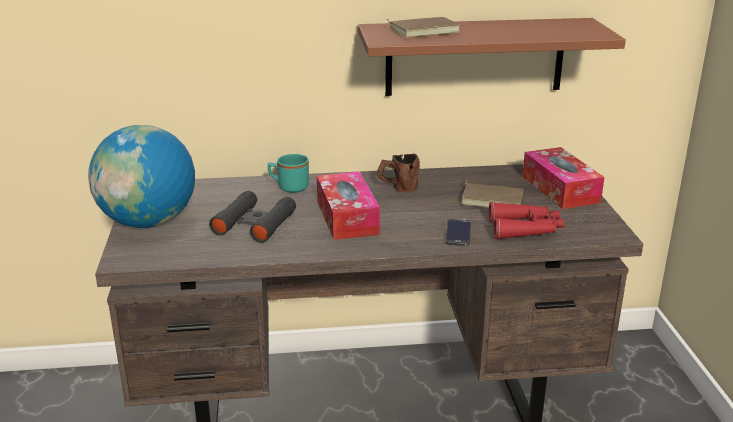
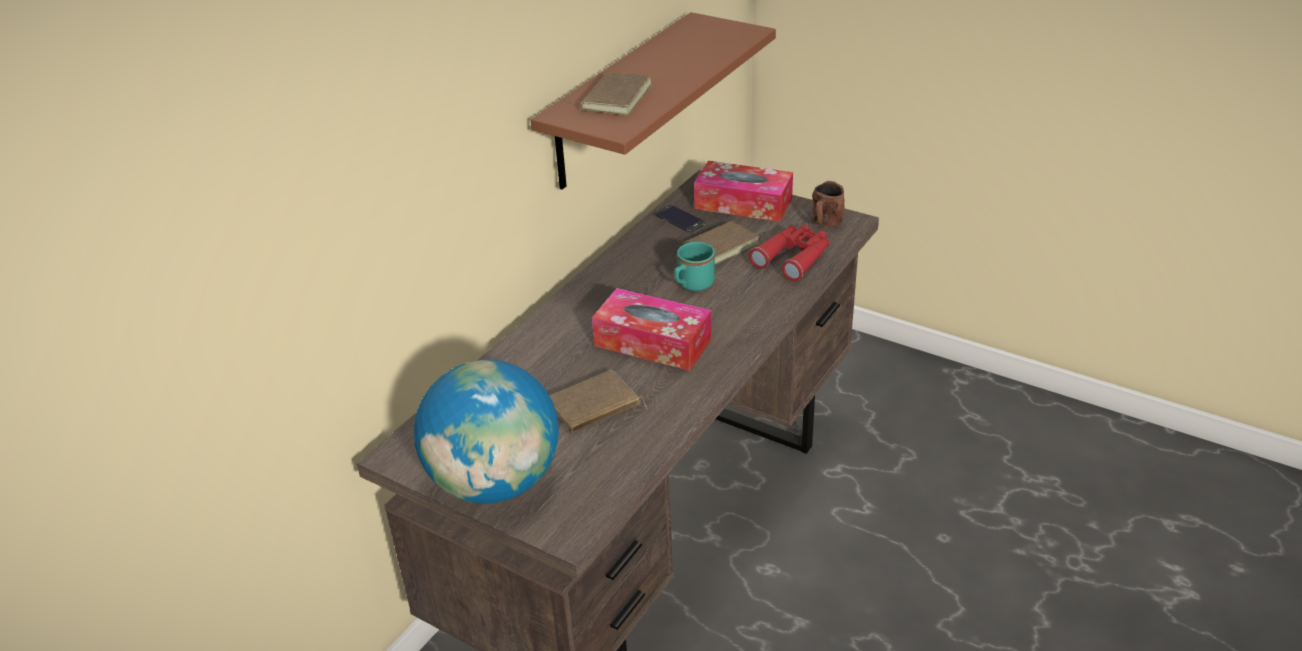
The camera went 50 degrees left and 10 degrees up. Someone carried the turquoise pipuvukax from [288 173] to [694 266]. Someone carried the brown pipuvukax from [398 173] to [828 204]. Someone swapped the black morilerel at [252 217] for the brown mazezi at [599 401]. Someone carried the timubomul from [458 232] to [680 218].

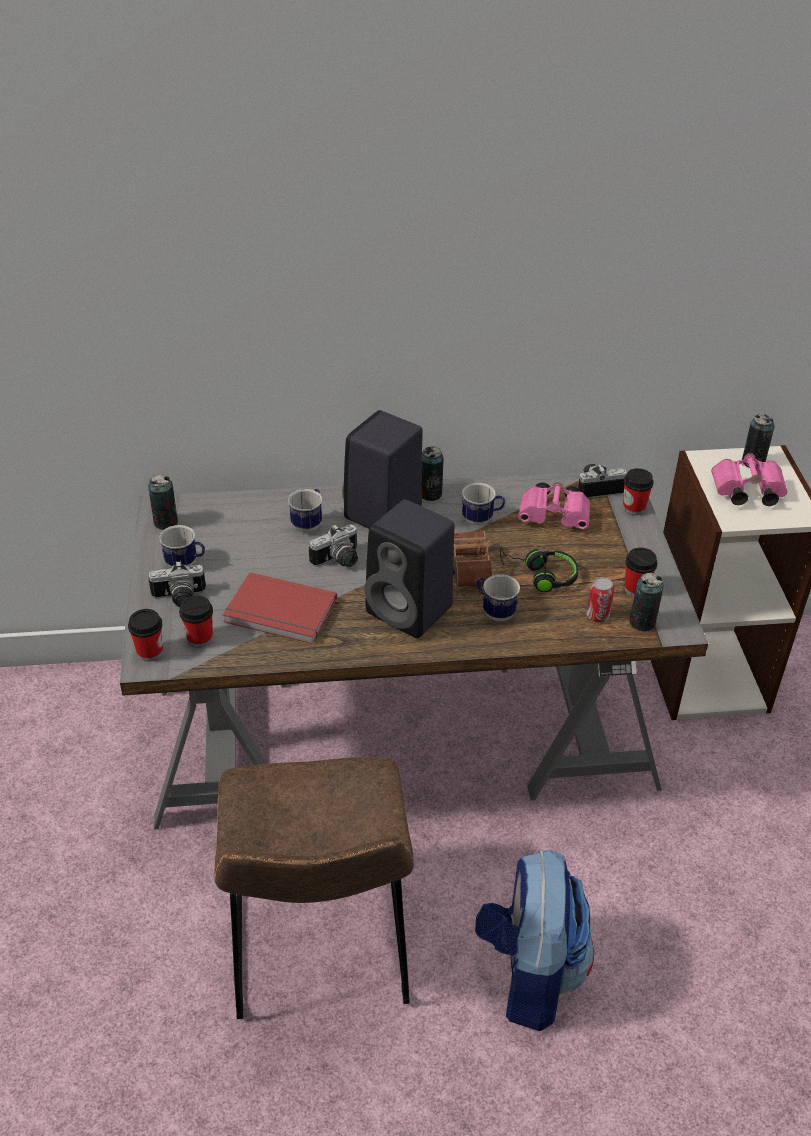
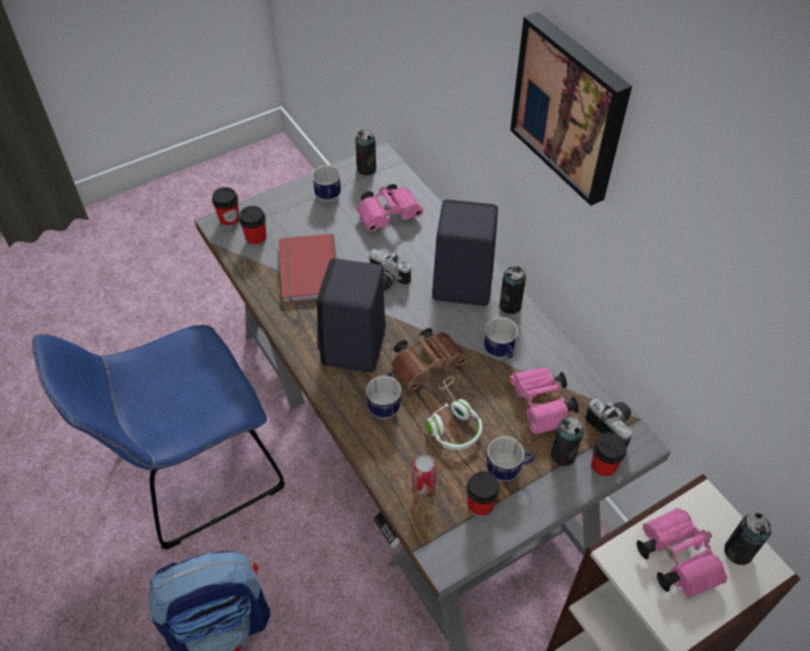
The camera went 65 degrees right and 10 degrees up. Someone carried the pipuvukax from [305 510] to [511 459]. Someone repainted the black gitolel at [539 570], which became the white gitolel at [454 413]. Someone took away the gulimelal at [177 584]. Someone carried the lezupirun from [647 602] to [567 441]. Someone repainted the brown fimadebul at [314 888], which became the blue fimadebul at [158 437]. Someone put up the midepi at [571 109]. Someone put down the pink morilerel at [390 208].

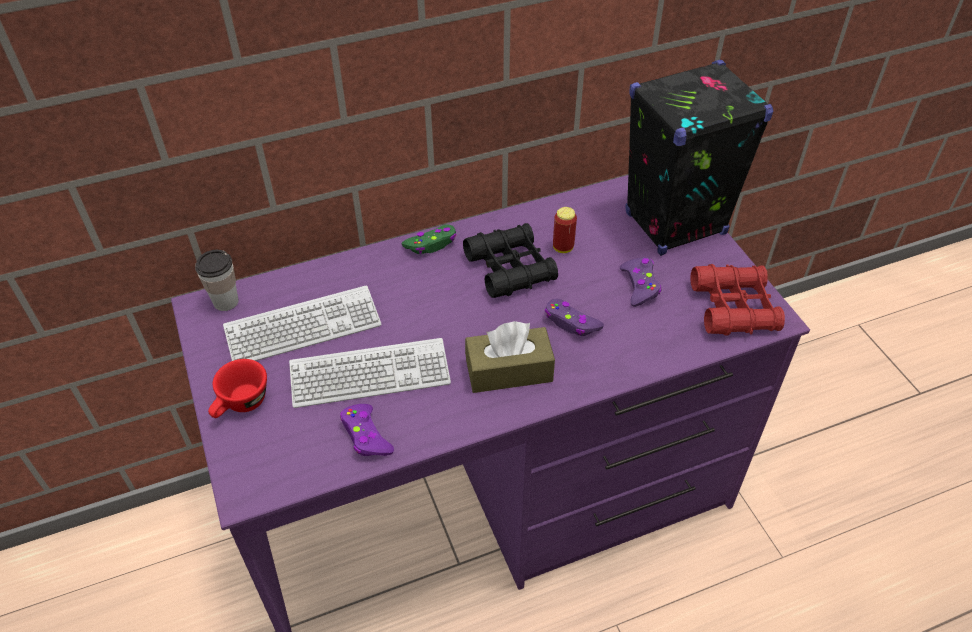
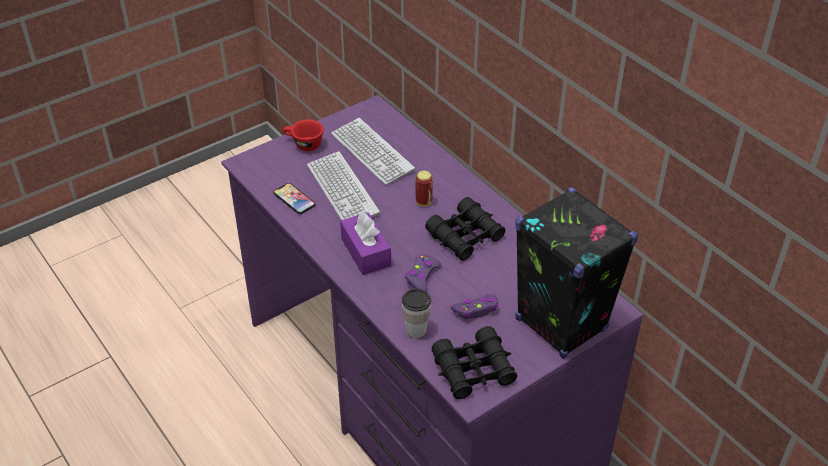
The camera went 75 degrees right and 5 degrees down. Someone carried the lezupirun from [565 230] to [424 188]. Someone took away the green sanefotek at [429 239]. Someone carried the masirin from [217 280] to [416 313]. Someone repainted the red morilerel at [737 300], which became the black morilerel at [474 362]. Someone repainted the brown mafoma at [510 357], which became the purple mafoma at [365 243]. Someone swapped the purple sanefotek at [367 430] for the timubomul at [294 198].

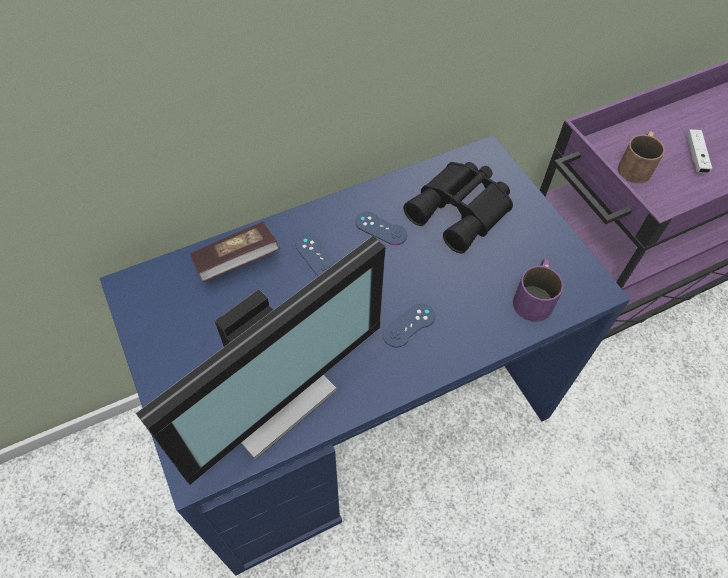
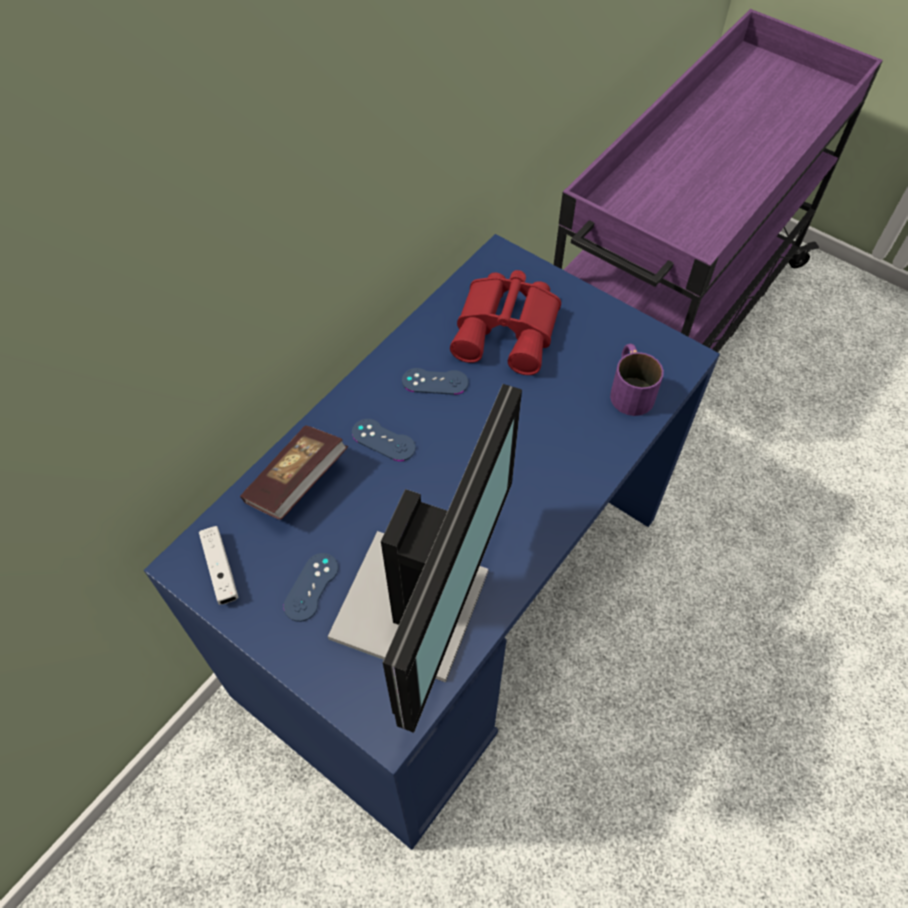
The camera went 25 degrees left and 0 degrees up. Someone carried the white sanefotek from [699 151] to [219 565]. Someone took away the brown pipuvukax at [641 157]. Someone repainted the black morilerel at [458 208], which became the red morilerel at [505 322]. Someone carried the blue sanefotek from [408 325] to [310 587].

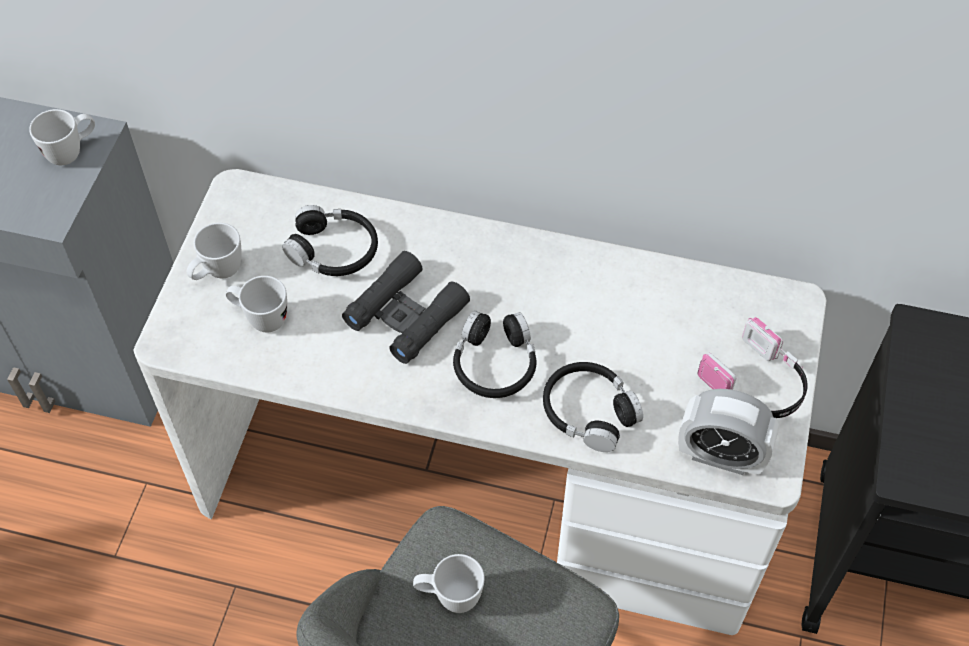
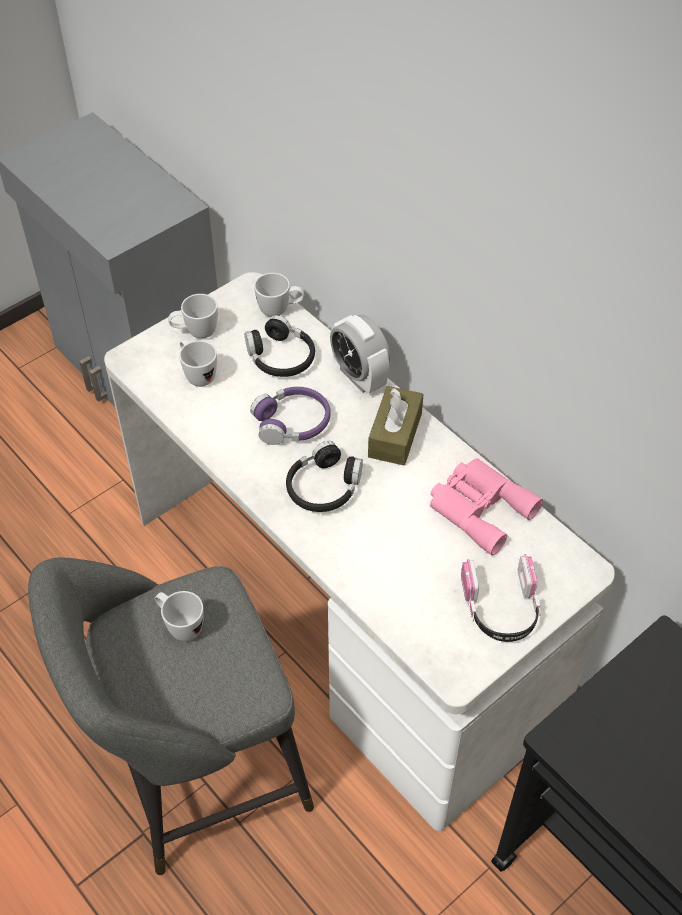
The camera went 35 degrees right and 5 degrees down. Someone carried the white pipuvukax from [62 137] to [279 295]. Someone swapped the black morilerel at [406 307] for the purple gitolel at [290 416]. Someone took away the black gitolel at [593 407]. Someone carried the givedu from [728 432] to [360 354]. Someone put down the brown mafoma at [395 425]. Someone put down the pink morilerel at [486 507].

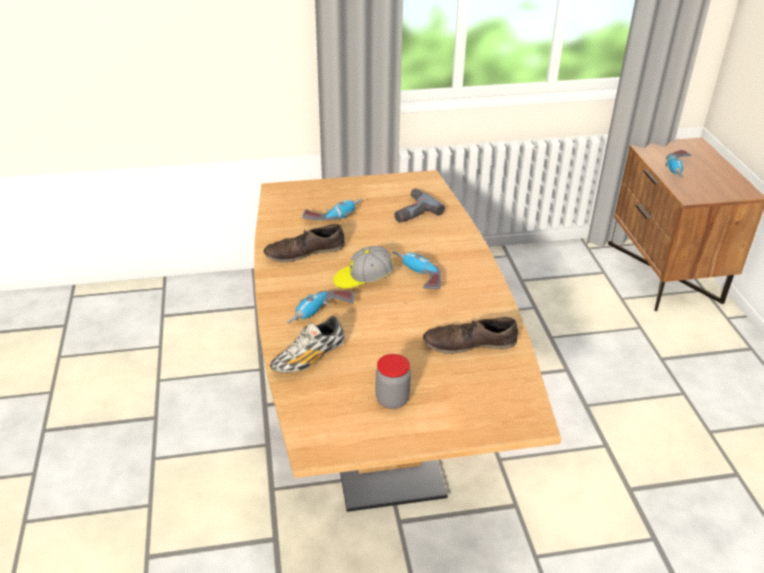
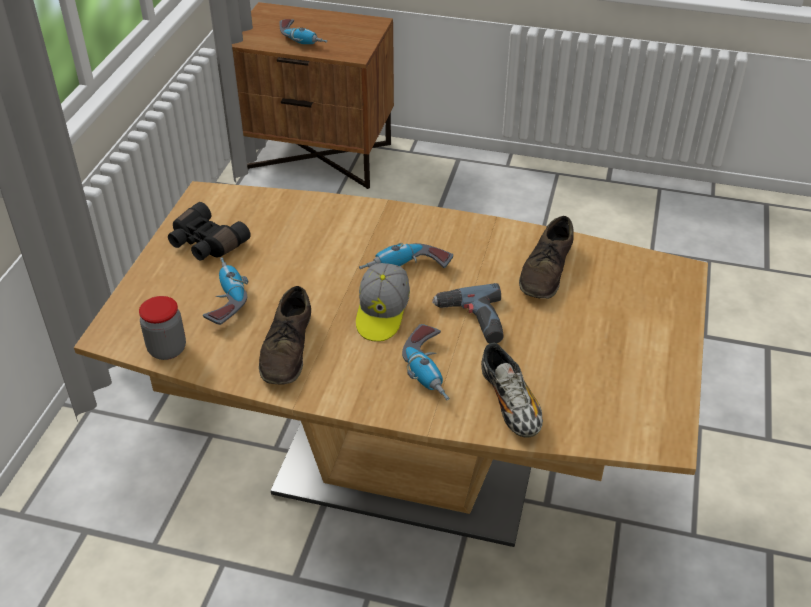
The camera went 65 degrees left and 5 degrees up. Someone carried the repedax from [419 205] to [468 313]. Someone carried the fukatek from [393 381] to [162 328]. Someone put down the black morilerel at [209 231].

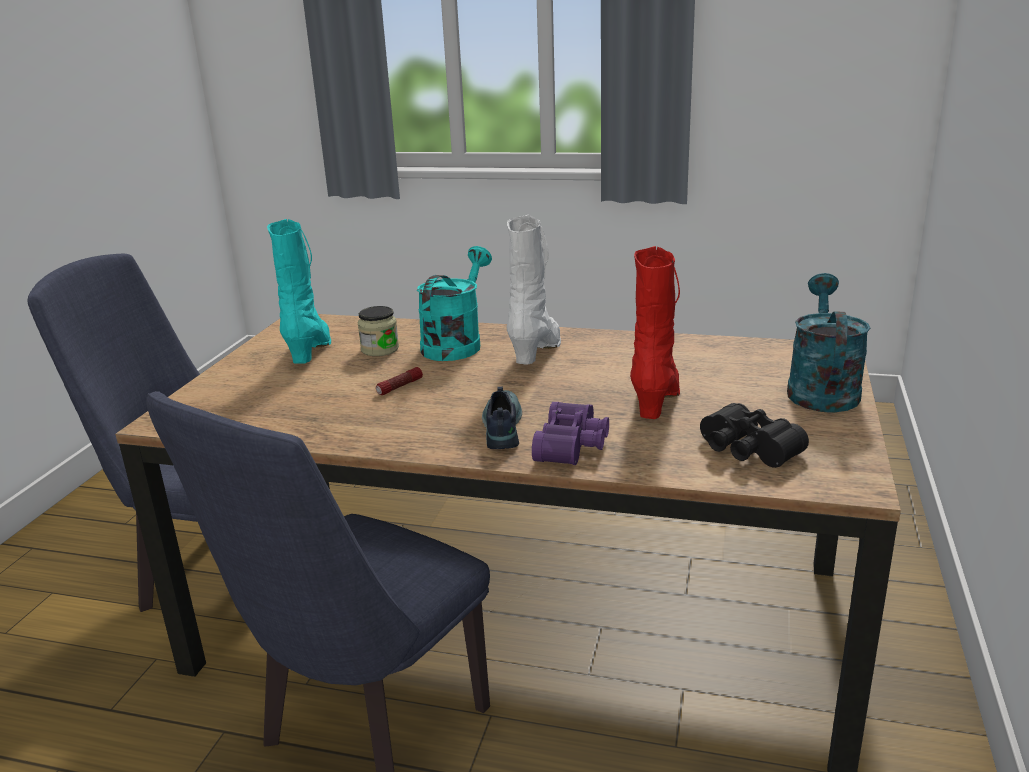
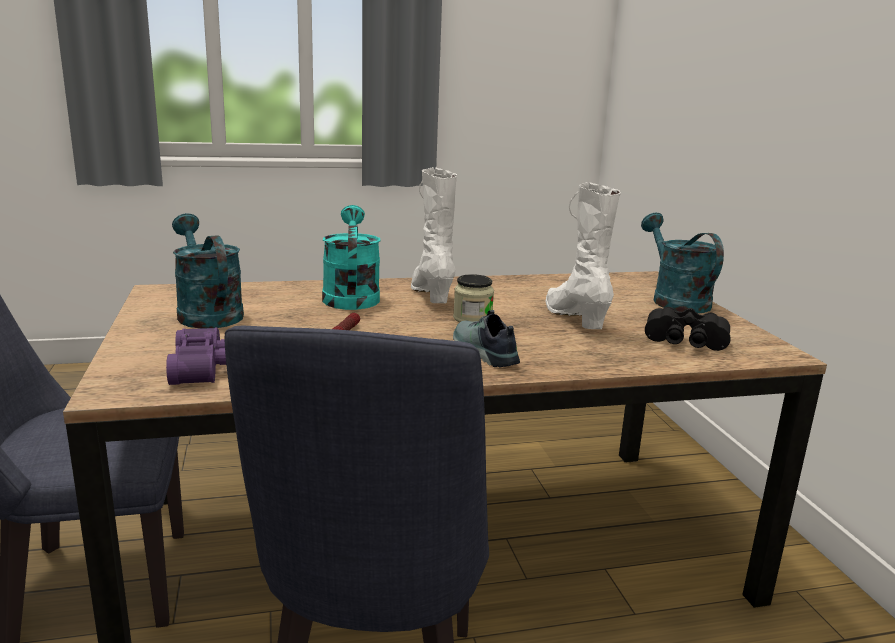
The camera went 30 degrees left and 5 degrees down. Someone swapped the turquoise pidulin at [299 291] for the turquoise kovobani at [208 271]. Someone repainted the red pidulin at [655 332], which became the white pidulin at [583 255]. Someone carried the fukatek from [378 331] to [473 298]. Someone carried the purple morilerel from [570 433] to [196 356].

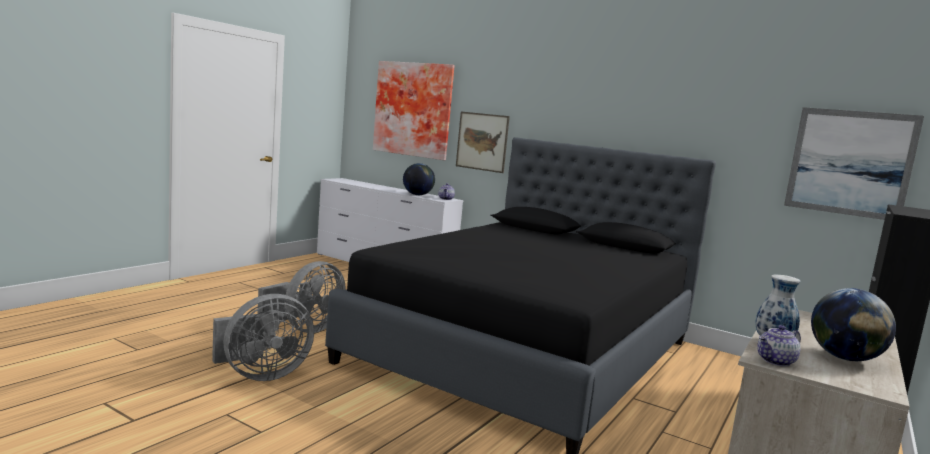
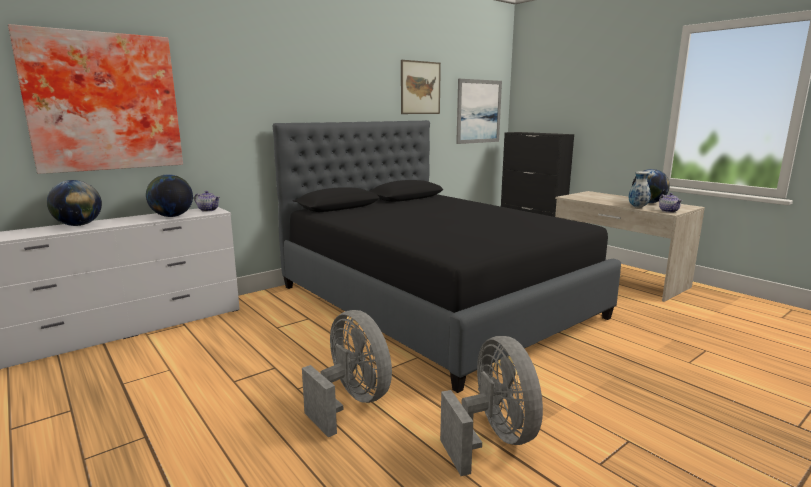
The camera went 70 degrees left and 5 degrees up. Someone carried the midepi from [483 142] to [421 87]. Someone put down the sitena at [74 203].

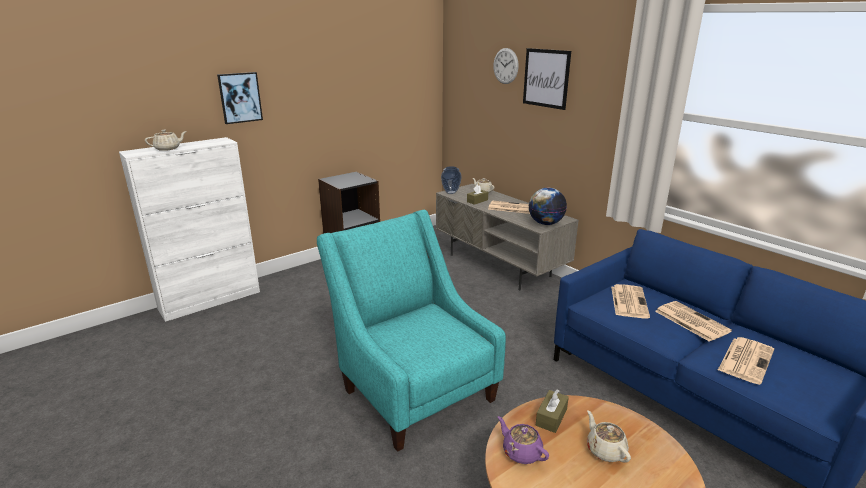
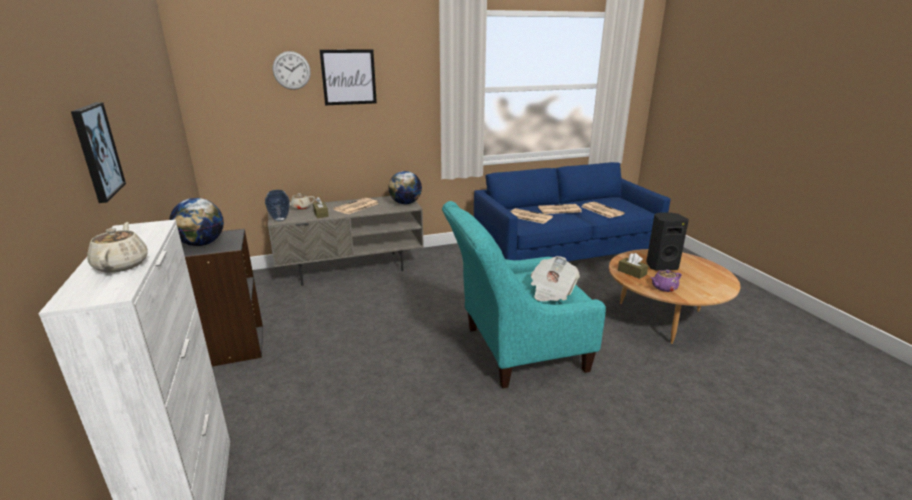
The camera went 70 degrees left and 0 degrees up. Someone swapped the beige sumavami at [609 436] for the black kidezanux at [667 241]. Someone put down the sitena at [196 222]. Someone put down the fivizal at [555 278].

